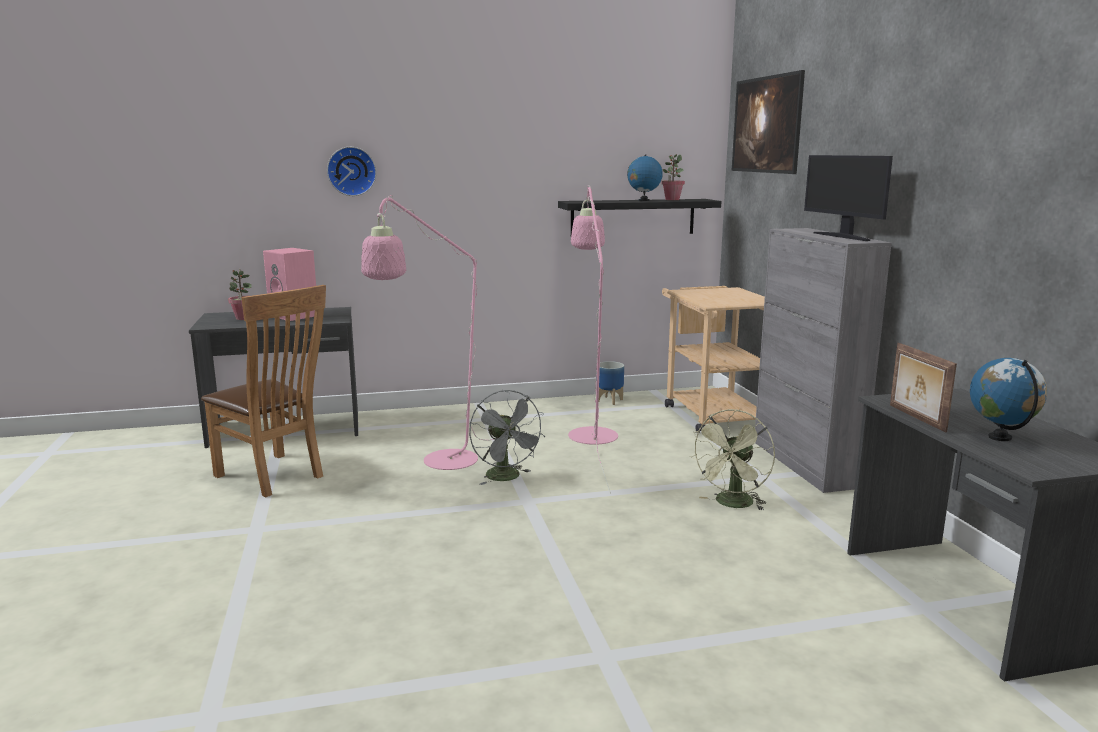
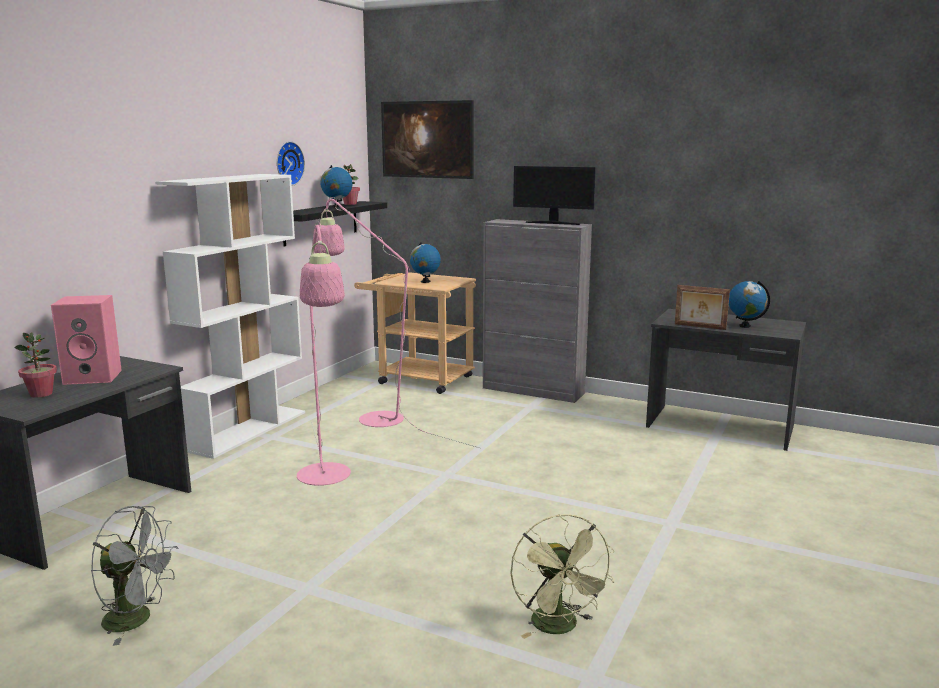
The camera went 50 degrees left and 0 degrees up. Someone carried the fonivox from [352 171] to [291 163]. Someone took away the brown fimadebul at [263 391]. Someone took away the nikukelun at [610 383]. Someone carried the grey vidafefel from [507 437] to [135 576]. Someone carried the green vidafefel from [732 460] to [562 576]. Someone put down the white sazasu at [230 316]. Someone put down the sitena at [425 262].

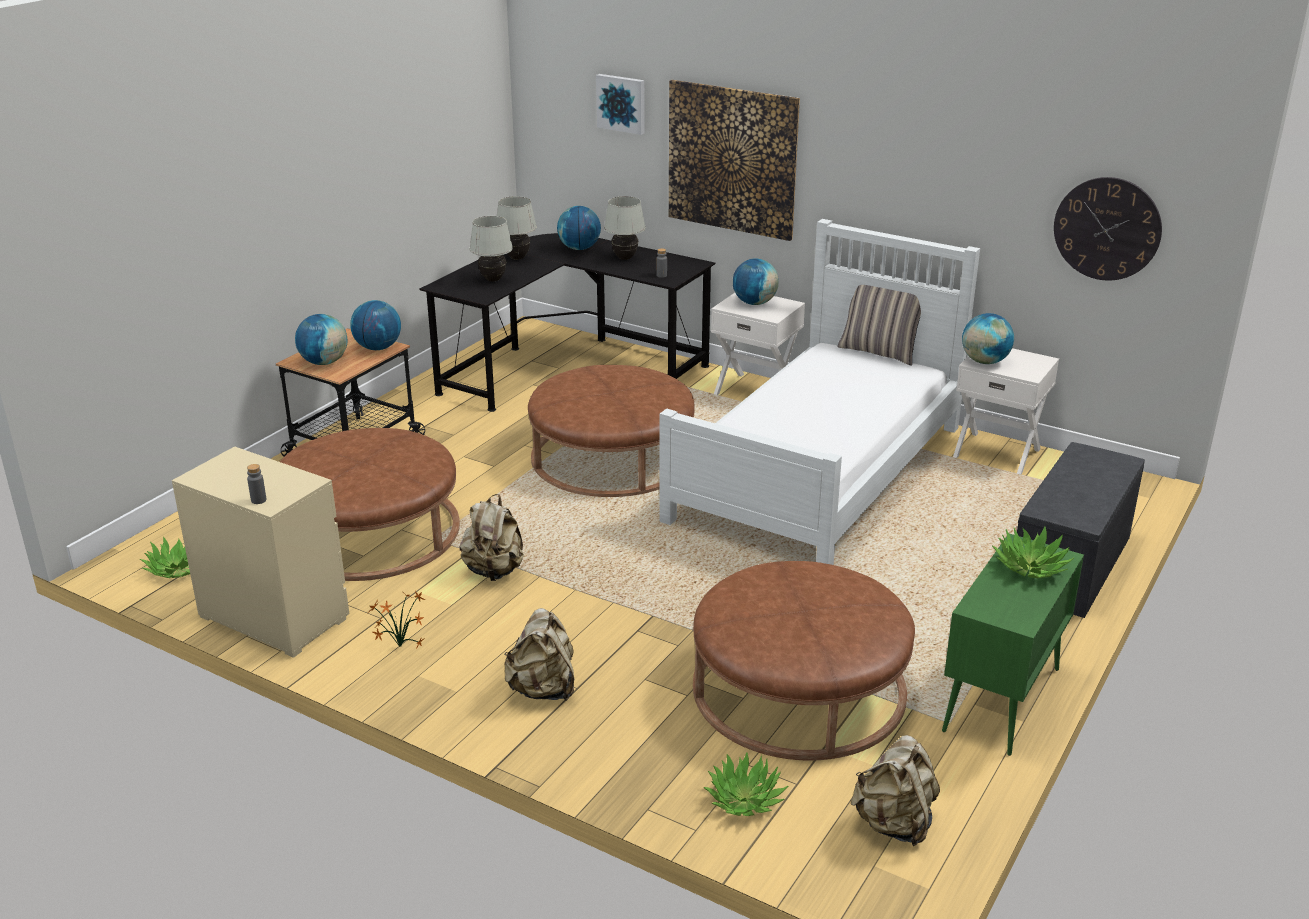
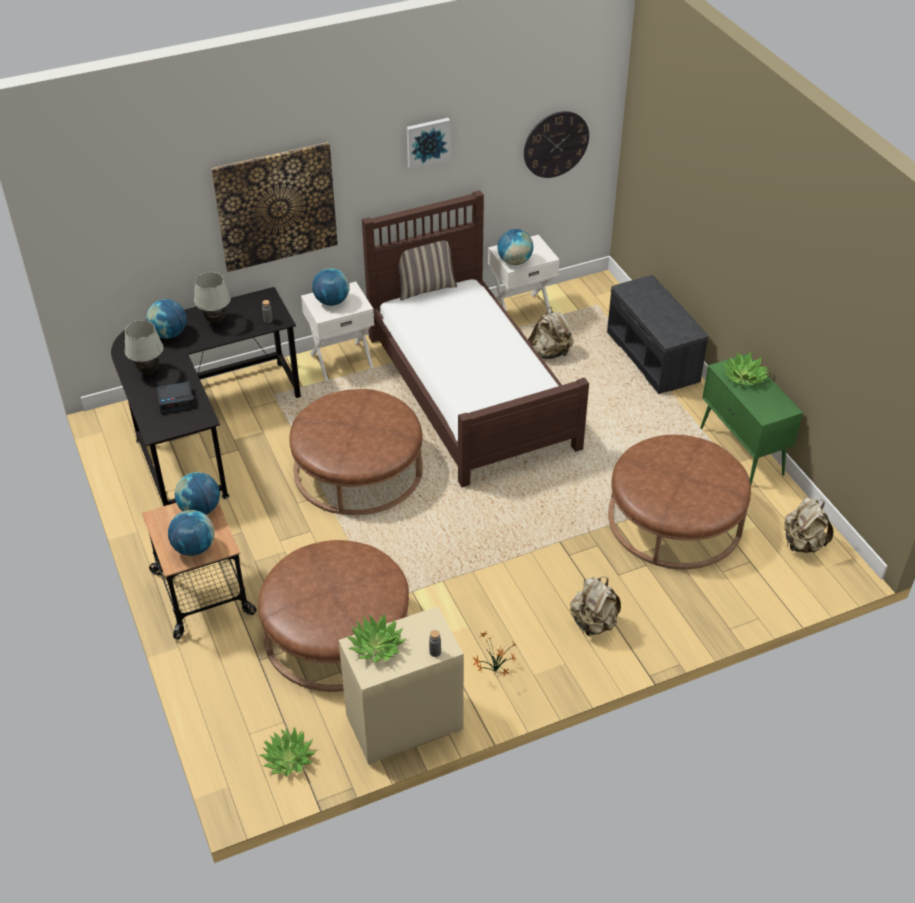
The camera went 55 degrees left and 15 degrees up. Someone carried the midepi from [620 104] to [429 143]. Someone swapped the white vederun at [491 248] for the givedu at [176 398]. Someone repainted the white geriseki at [819 392], which became the brown geriseki at [475 338]. Someone carried the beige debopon from [492 537] to [551 333]. Someone carried the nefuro from [745 784] to [376 638].

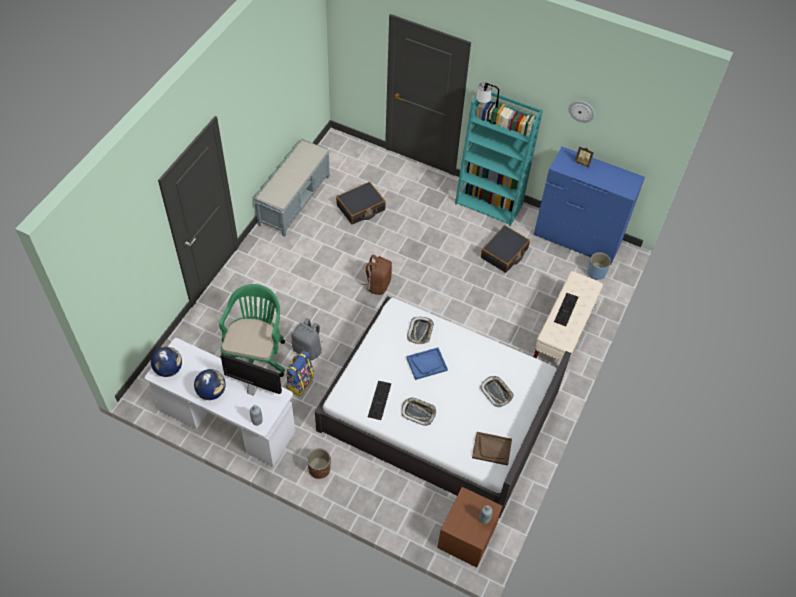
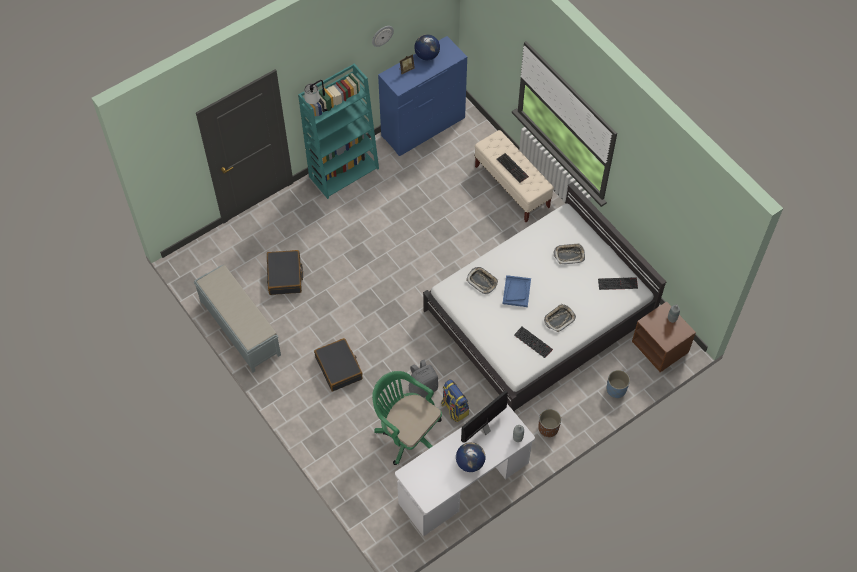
The camera went 60 degrees left and 5 degrees up. Someone carried the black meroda from [505 249] to [338 365]. Someone carried the blue nikukelun from [599 266] to [618 384]. Someone took away the brown debopon at [377 275]. Someone carried the sitena from [166 362] to [427 47]. Someone swapped the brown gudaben at [492 449] for the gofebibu at [618 283].

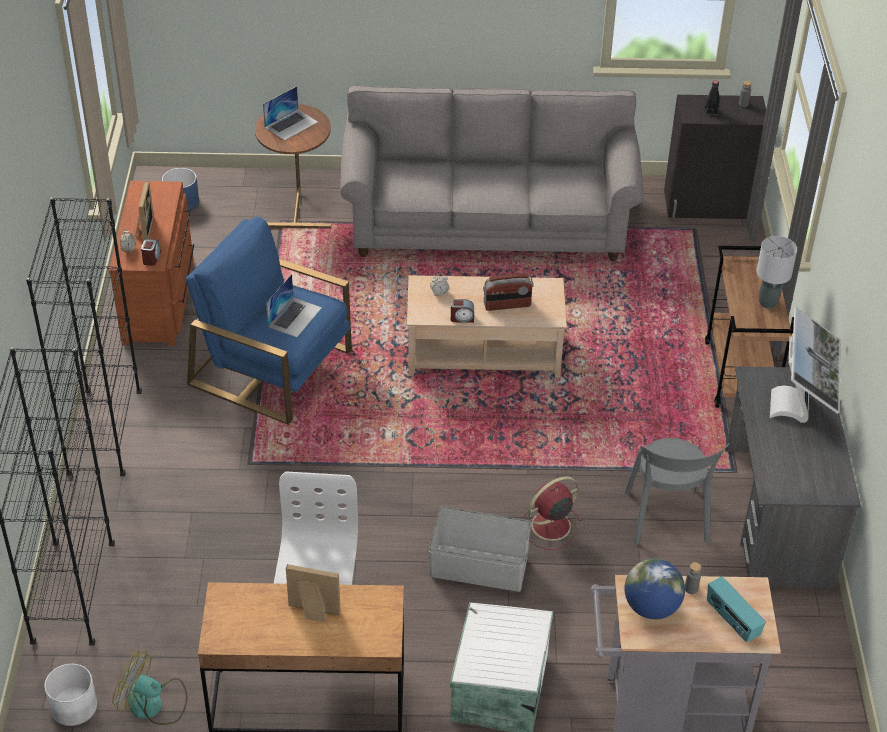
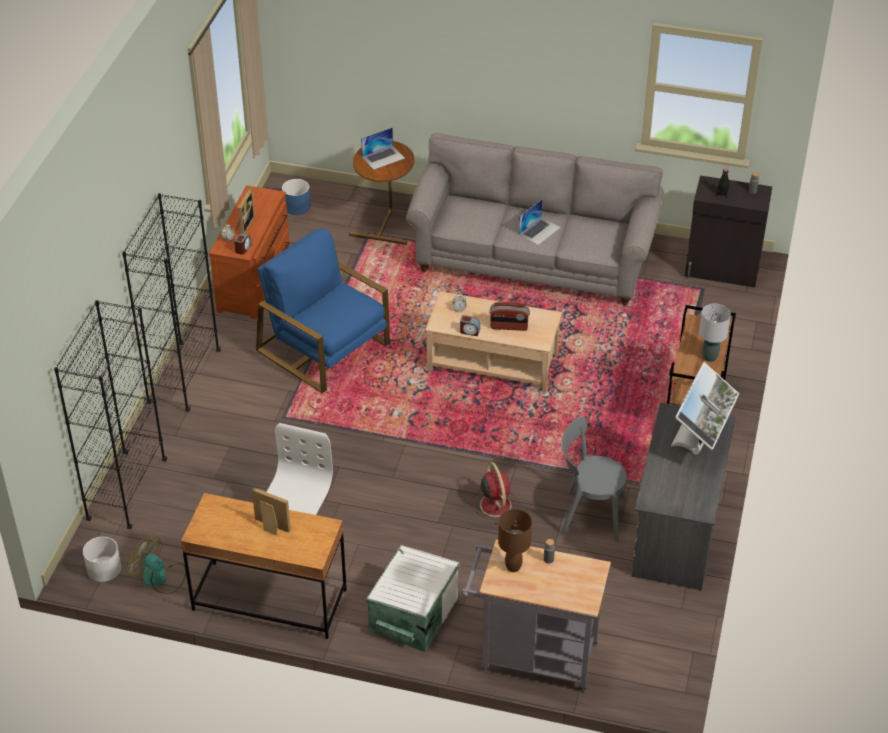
The camera went 15 degrees right and 0 degrees up. Someone carried the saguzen from [294 305] to [540 222]. Someone rotated the grey fimadebul at [677 491] by 90 degrees clockwise. Someone rotated the red vidafefel at [553 513] by 90 degrees clockwise. Someone took away the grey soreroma at [480 549]. Someone swapped the sitena at [654 589] for the brown vederun at [515 540]. Someone took away the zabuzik at [736 609].

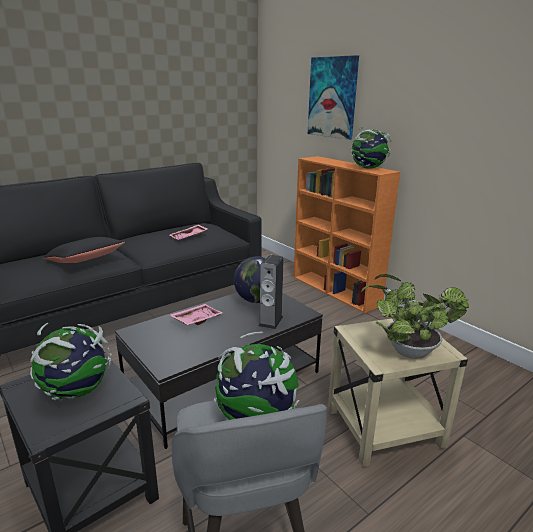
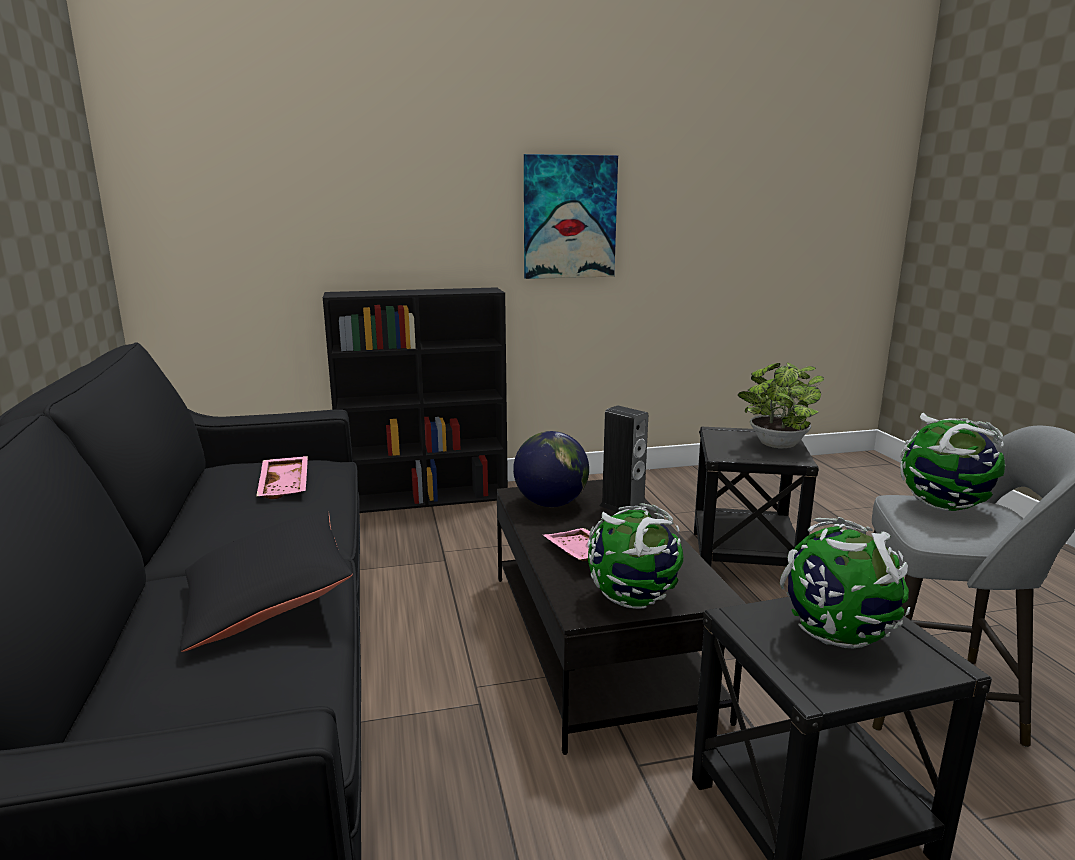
The camera went 65 degrees left and 5 degrees down. Someone carried the midepi from [333 97] to [571 216]. Someone carried the sitena from [371 148] to [635 556]. Someone repainted the orange sazasu at [346 234], which became the black sazasu at [415 400]. Someone repainted the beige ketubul at [398 393], which became the black ketubul at [756 497].

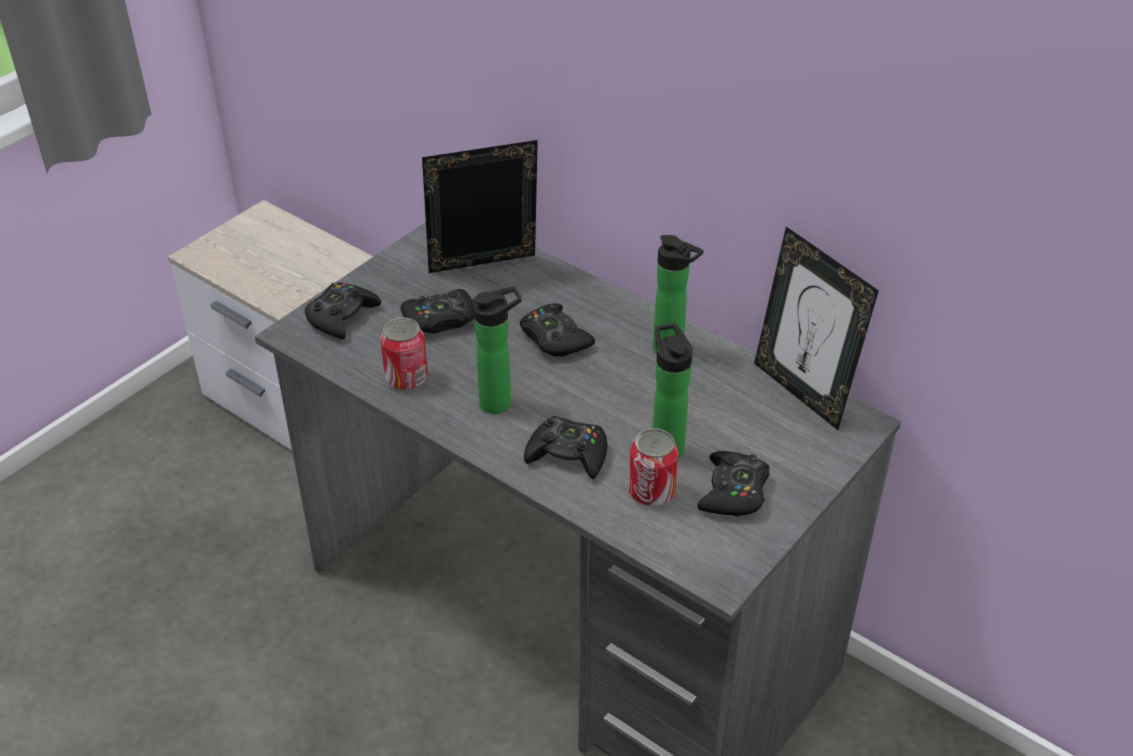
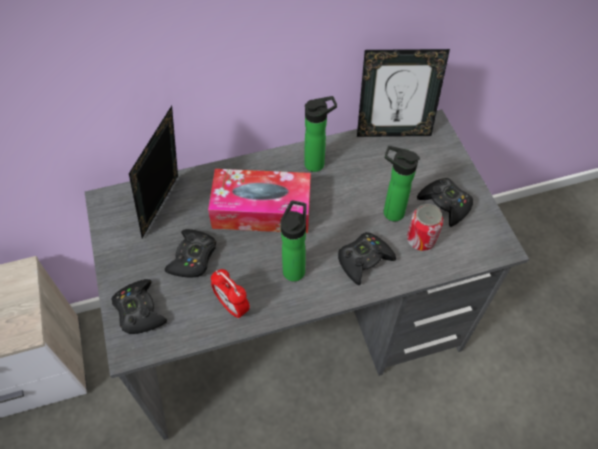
The camera went 55 degrees left and 15 degrees up. Someone swapped the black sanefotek at [557 330] for the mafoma at [259 201]. Someone swapped the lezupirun at [404 353] for the givedu at [230 294].

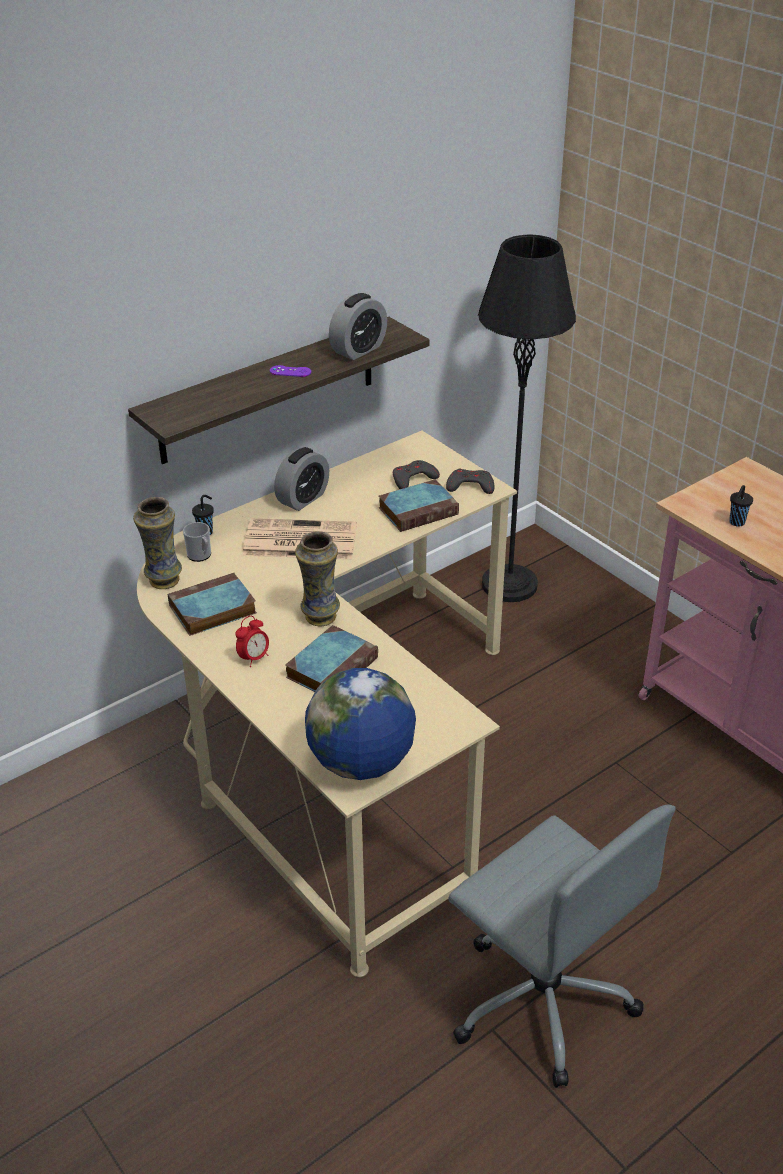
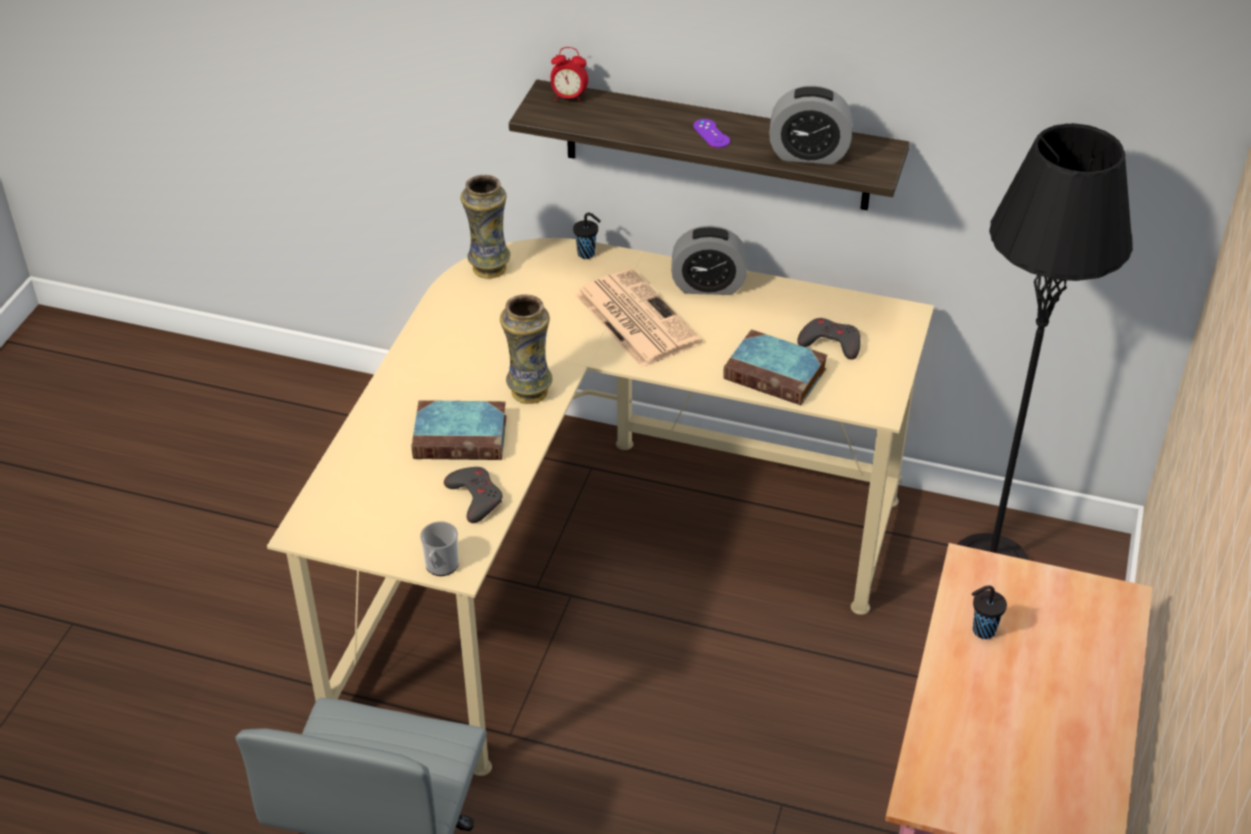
The camera went 55 degrees right and 5 degrees up. Someone carried the grey sanefotek from [470 481] to [473 495]. Someone carried the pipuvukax from [197 542] to [439 548]. Someone took away the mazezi at [212 604]. Someone carried the givedu from [252 641] to [569 75]. Someone took away the sitena at [360 724].

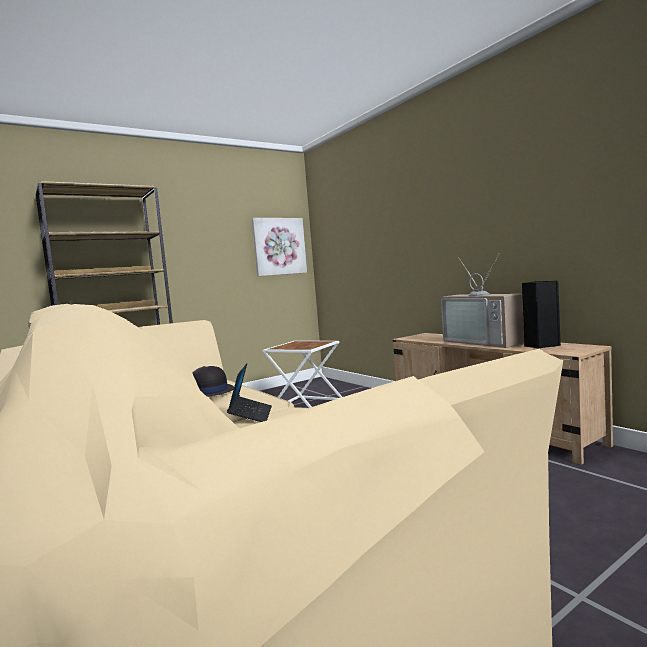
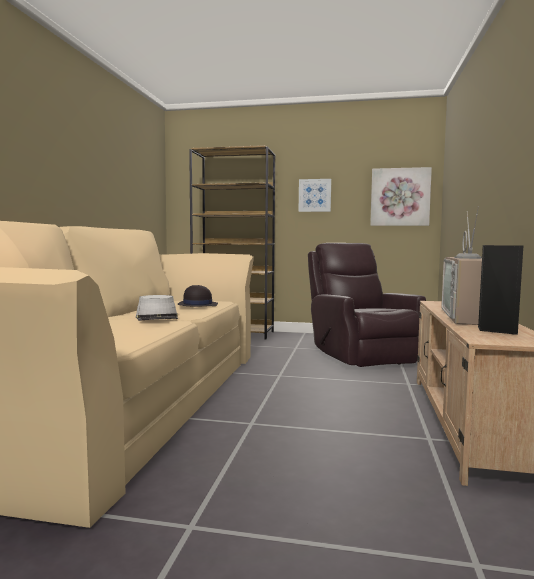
The camera went 45 degrees right and 0 degrees up. Someone swapped the white ketubul at [302 374] for the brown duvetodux at [367 305]. Someone swapped the saguzen at [249 392] for the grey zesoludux at [157 308]. Someone put up the midepi at [315 195].

